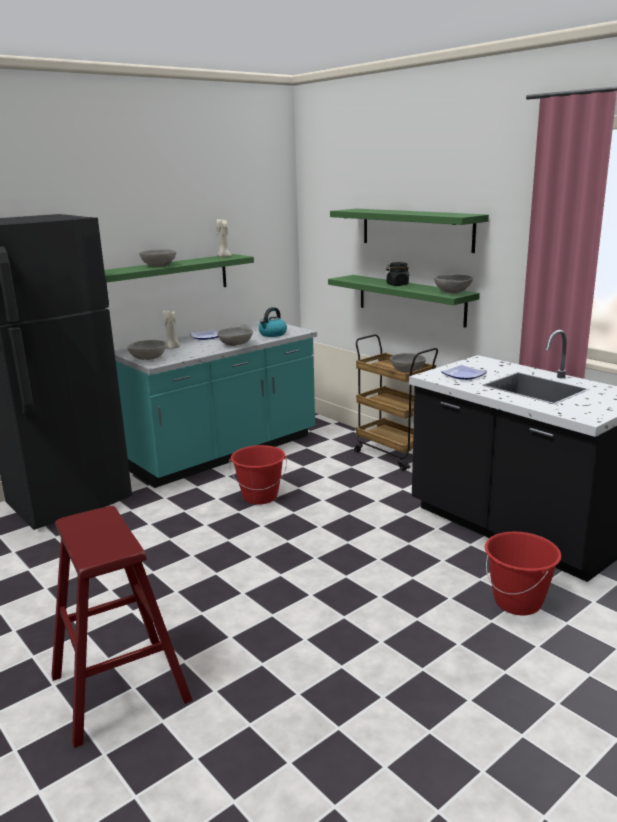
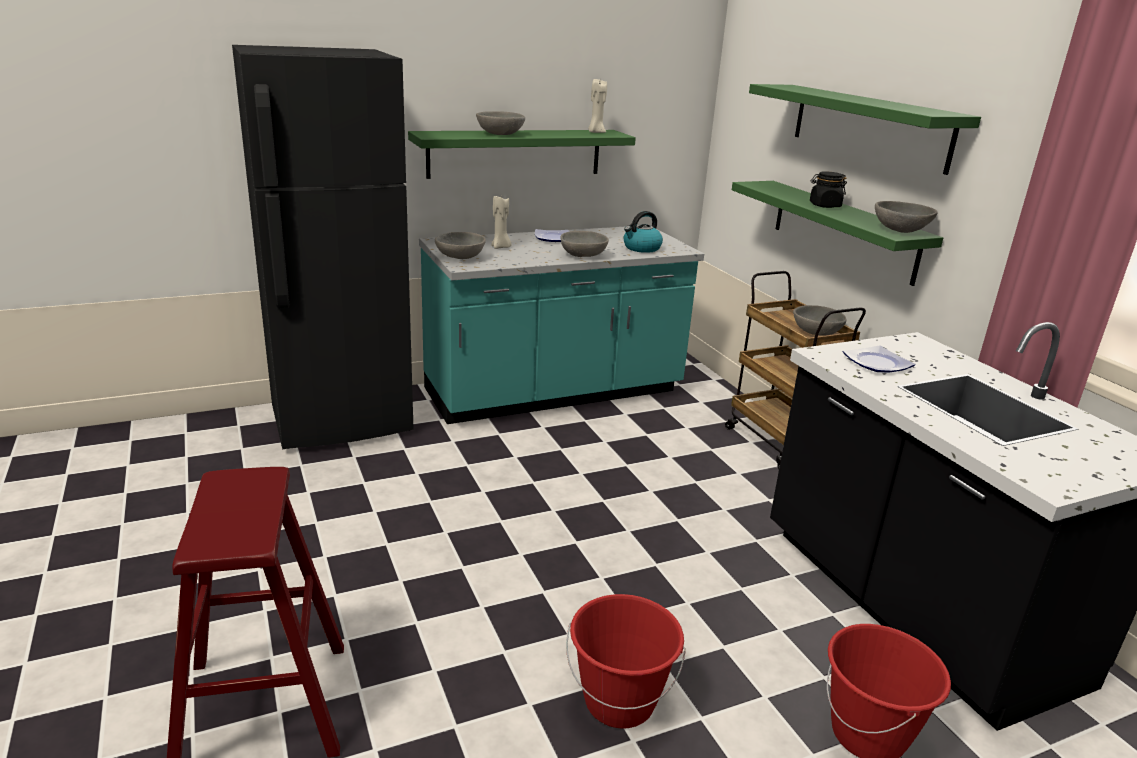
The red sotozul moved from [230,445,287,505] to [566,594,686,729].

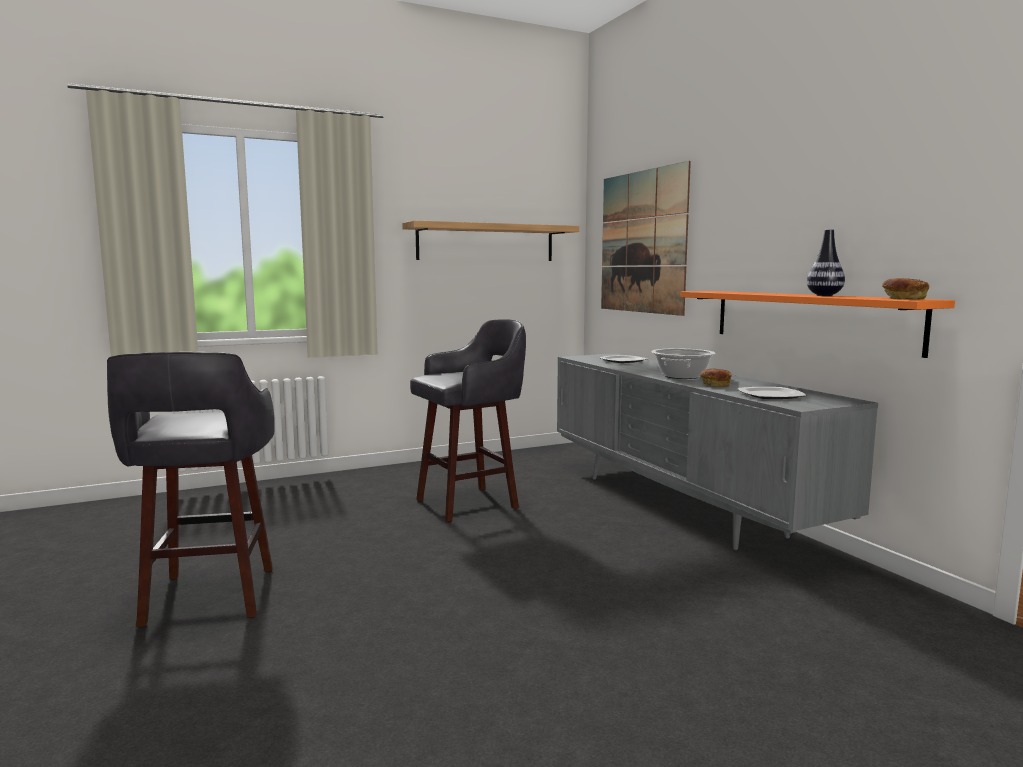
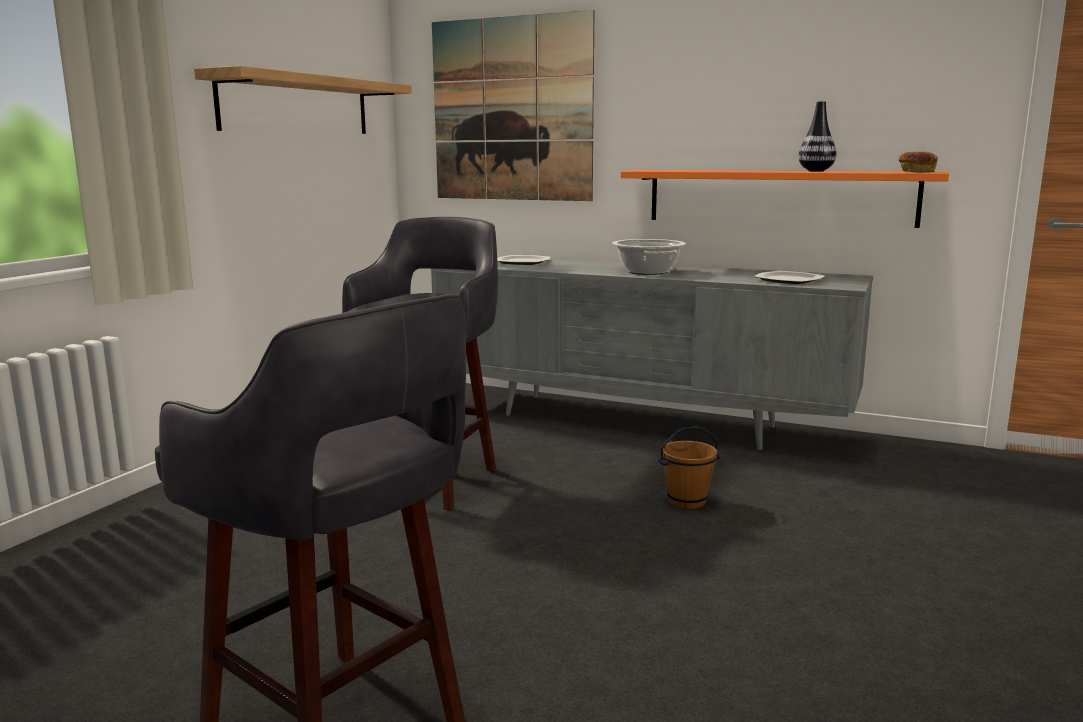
The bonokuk at [700,368,732,387] disappeared. The brown sotozul at [658,426,720,509] appeared.

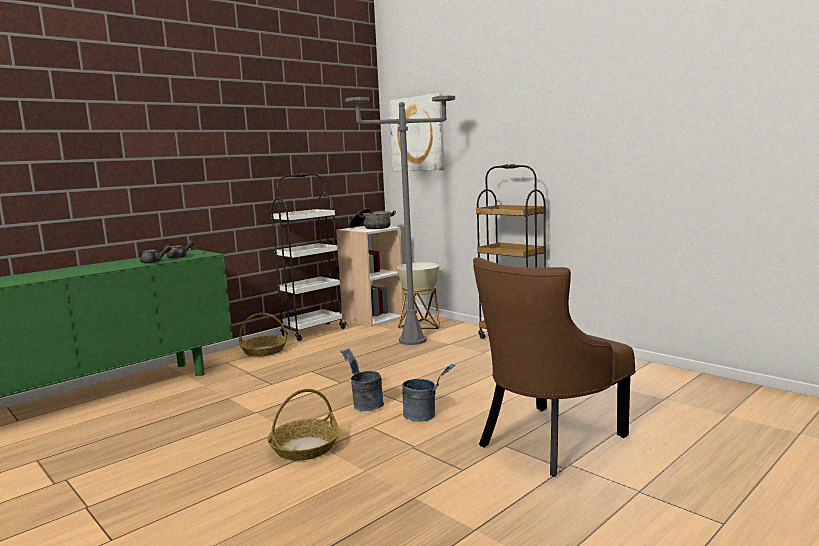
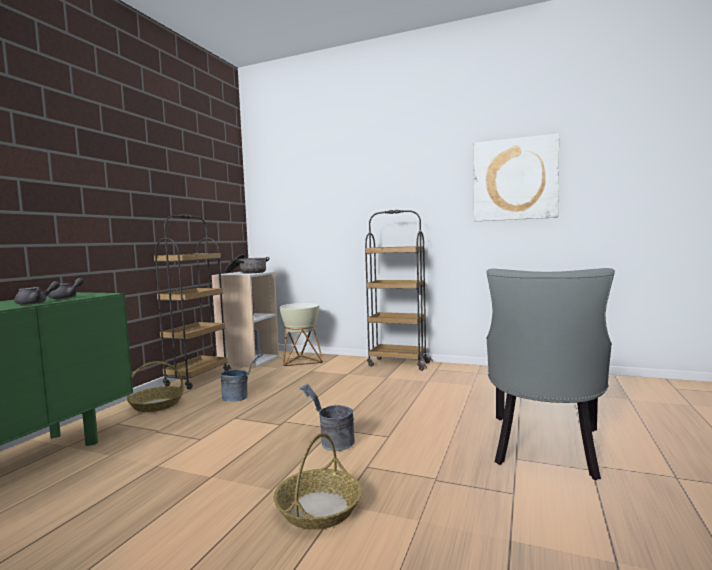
The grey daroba at [345,96,455,345] disappeared. The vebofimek moved from [389,93,445,172] to [474,133,559,221]. The grey sotozul moved from [402,364,455,422] to [221,354,263,402]. The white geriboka at [271,173,348,341] became the brown geriboka at [154,214,231,390]. The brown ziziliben at [473,258,636,477] became the grey ziziliben at [486,268,615,480].

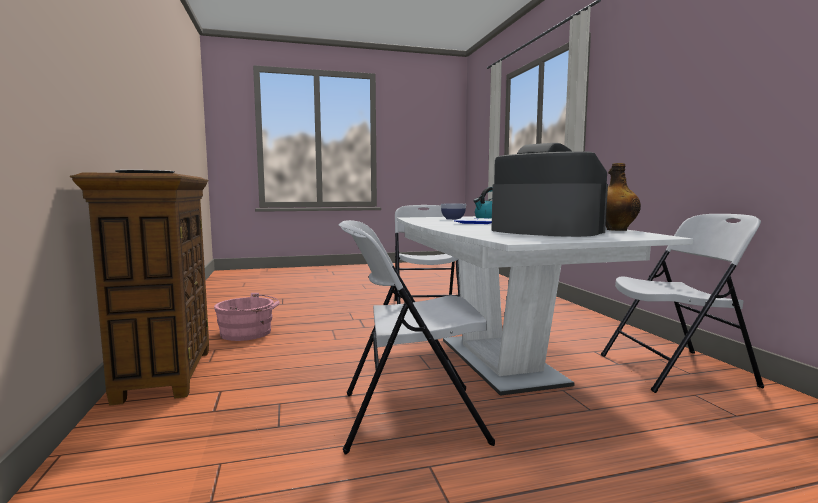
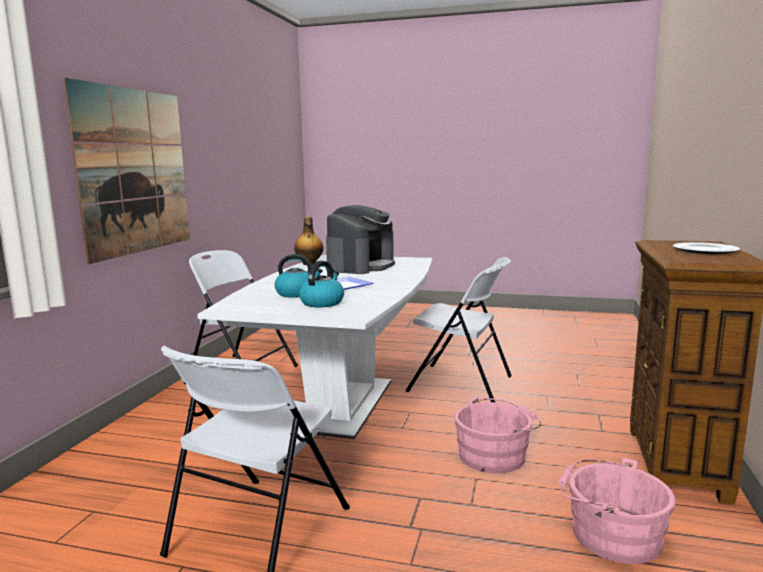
The vebofimek at [63,78,190,264] appeared. The pink sotozul at [454,397,542,473] appeared. The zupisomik at [441,203,466,220] was replaced by the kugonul at [299,261,344,307]. The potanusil at [491,143,608,237] turned 135 degrees counterclockwise.

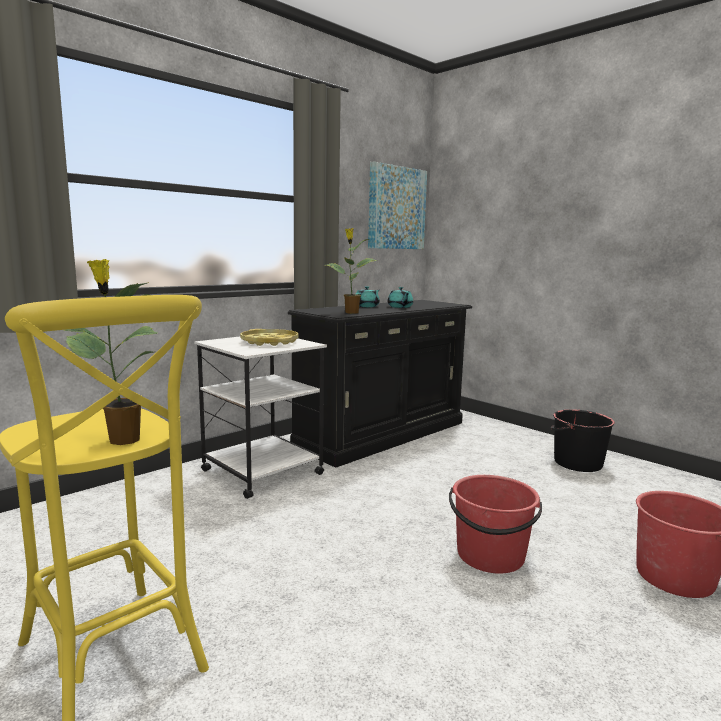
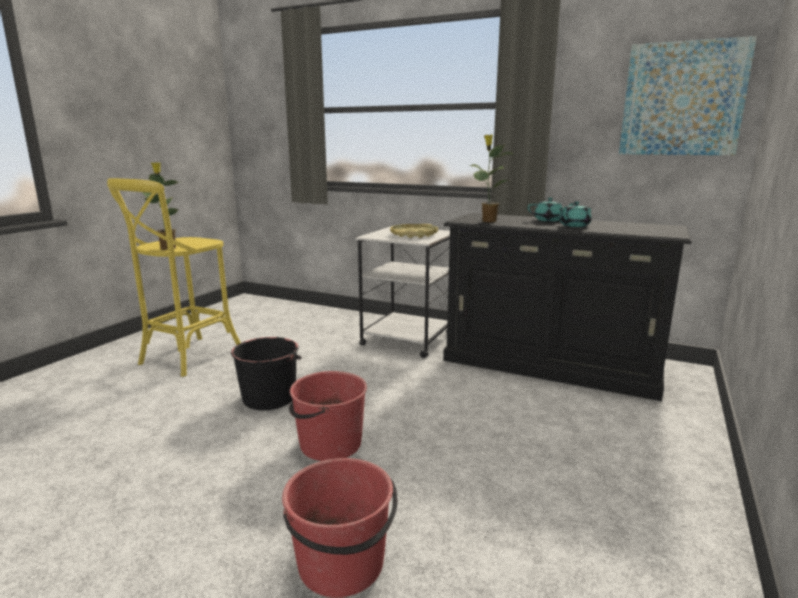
The black sotozul moved from [551,409,615,472] to [231,337,302,410].

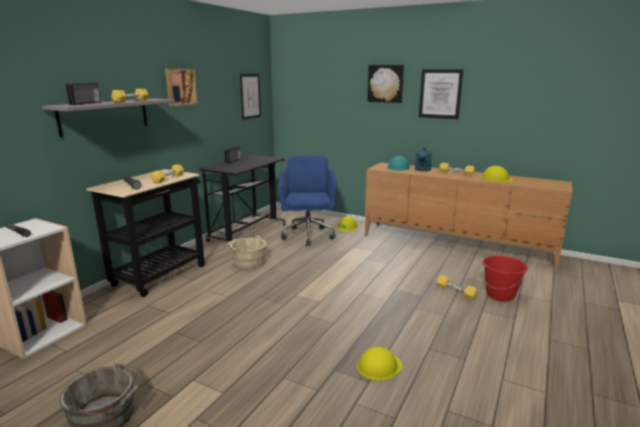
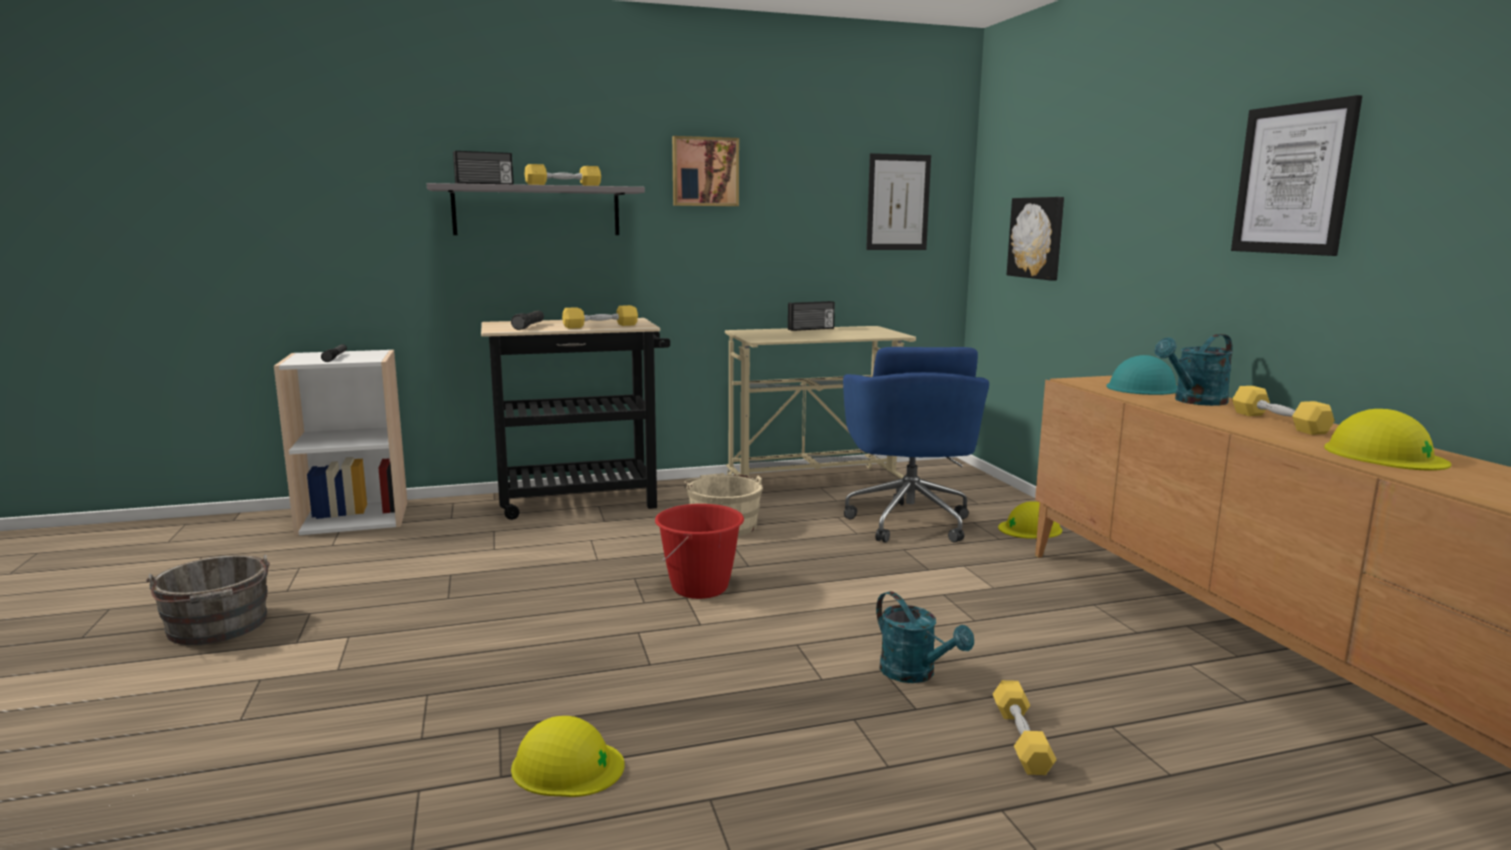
The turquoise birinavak at [876,591,974,683] appeared. The vebofimek moved from [367,65,404,103] to [1007,197,1064,281]. The red sotozul moved from [481,256,528,302] to [655,504,744,599]. The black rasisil at [199,155,286,242] became the beige rasisil at [725,326,916,489]. The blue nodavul at [278,156,337,246] turned 135 degrees clockwise.

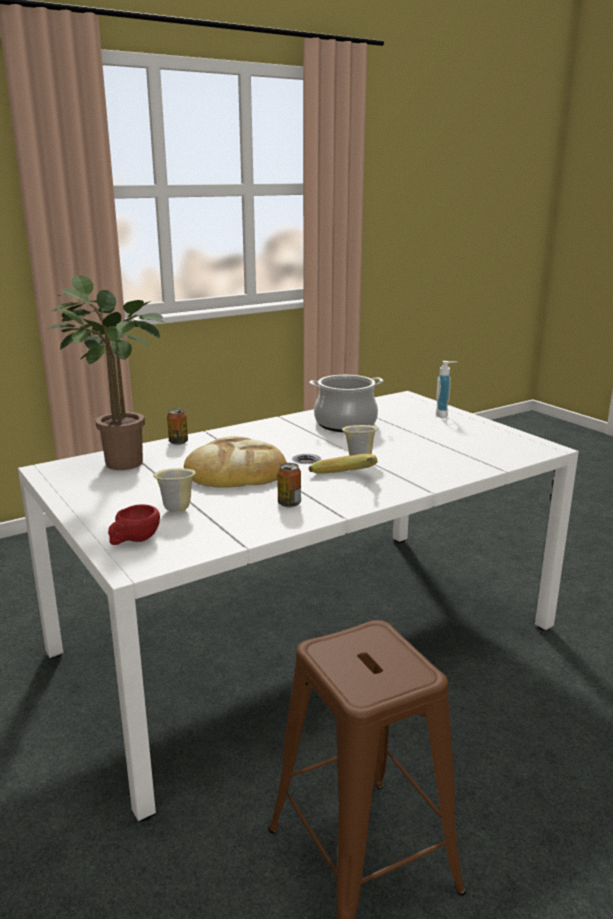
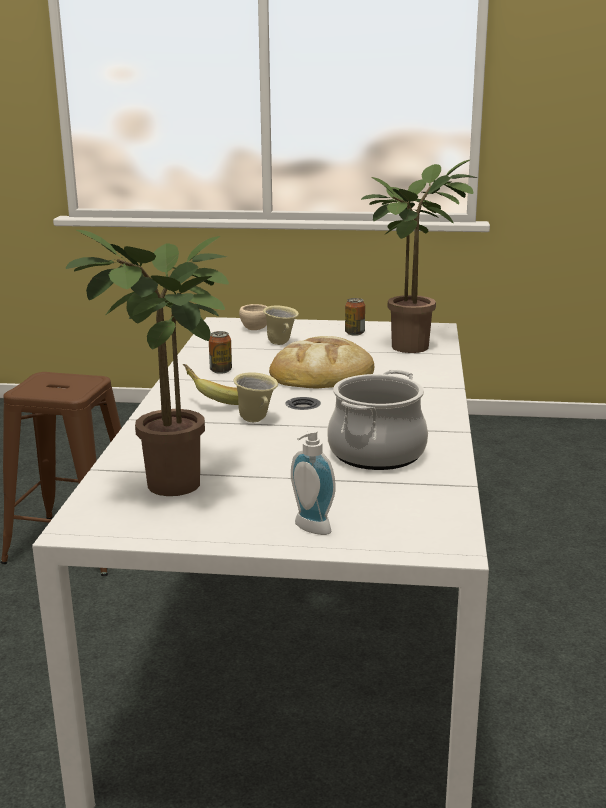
The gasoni at [66,230,229,496] appeared. The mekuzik moved from [167,409,188,445] to [345,298,365,336]. The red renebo at [108,504,160,545] became the beige renebo at [239,304,267,330].

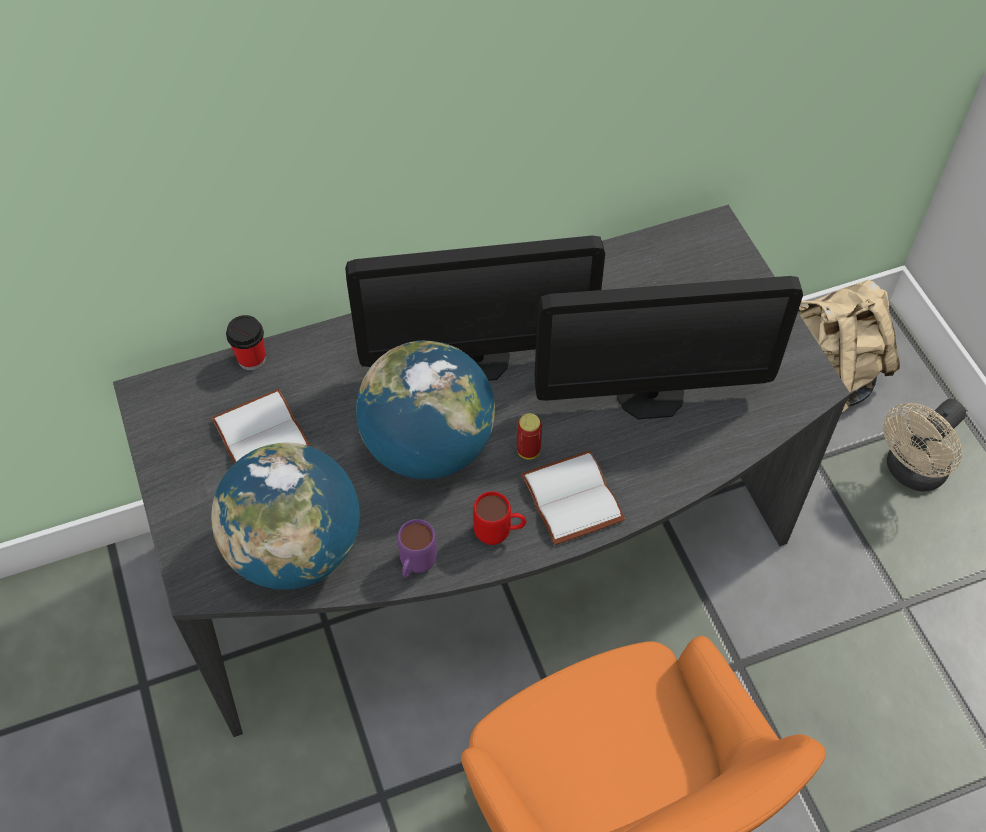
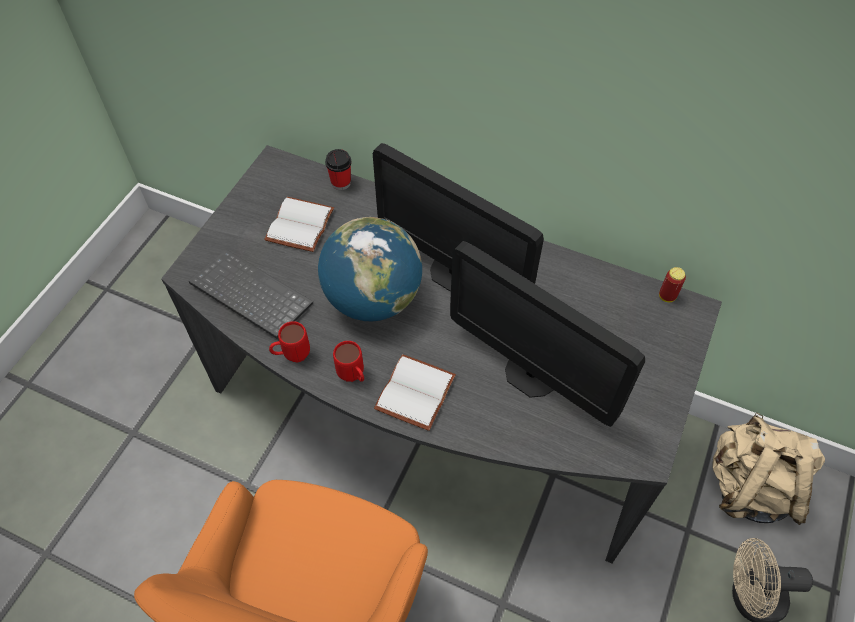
The mekuzik moved from [517,413,542,459] to [659,267,686,302]. The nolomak at [211,443,360,590] was replaced by the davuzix at [189,250,313,339]. The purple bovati at [397,519,437,578] became the red bovati at [269,321,310,362].

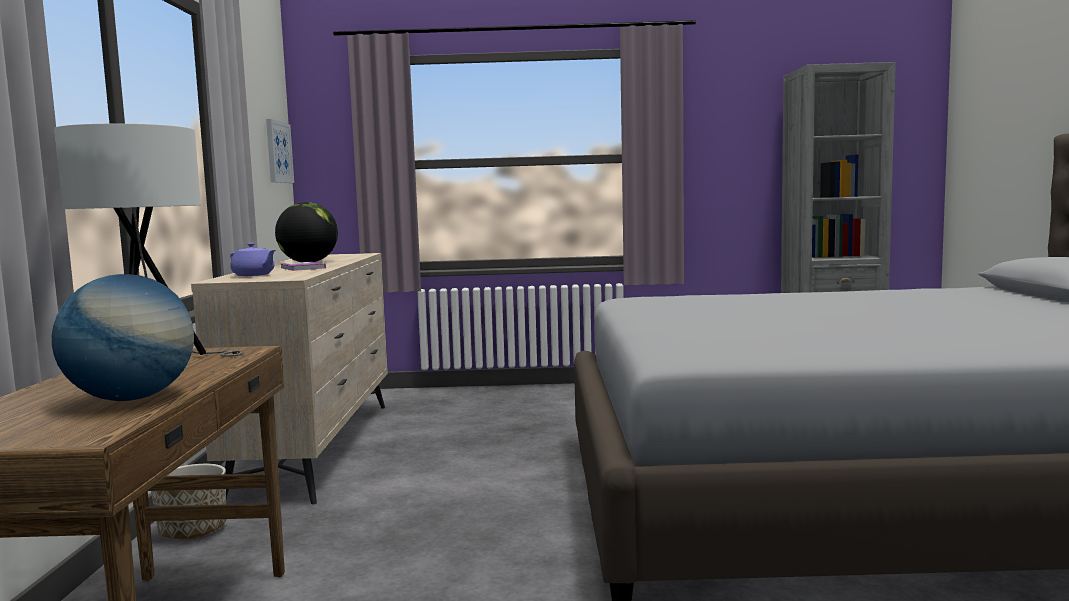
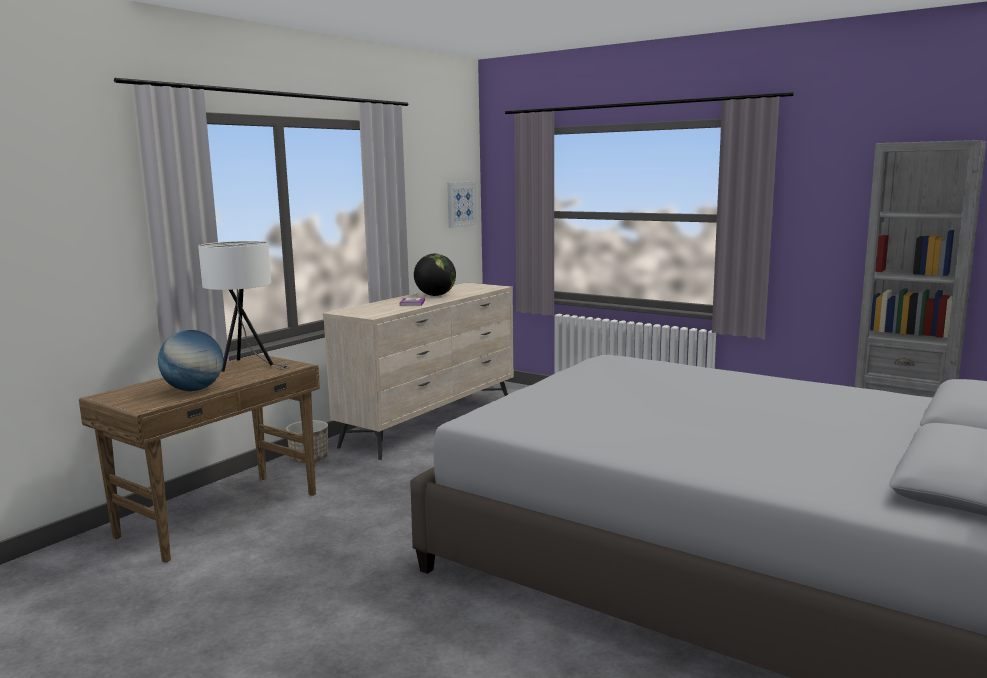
The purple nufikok at [230,243,276,276] disappeared.

